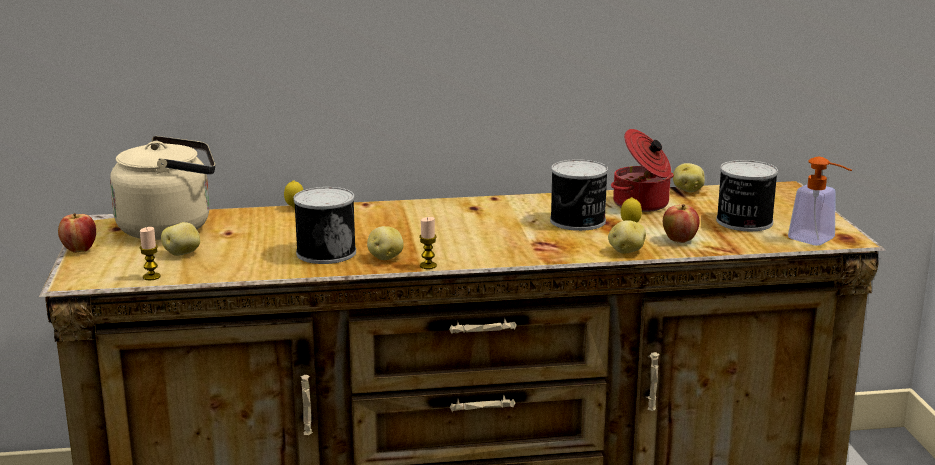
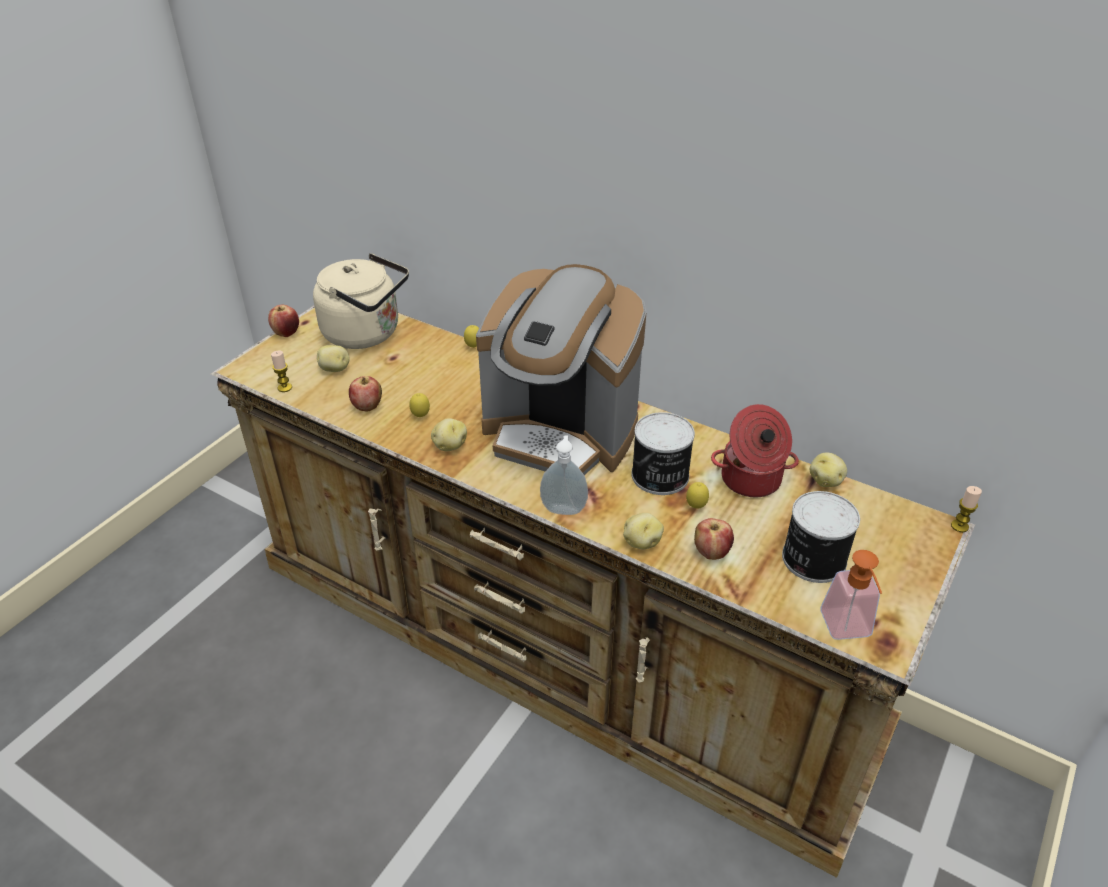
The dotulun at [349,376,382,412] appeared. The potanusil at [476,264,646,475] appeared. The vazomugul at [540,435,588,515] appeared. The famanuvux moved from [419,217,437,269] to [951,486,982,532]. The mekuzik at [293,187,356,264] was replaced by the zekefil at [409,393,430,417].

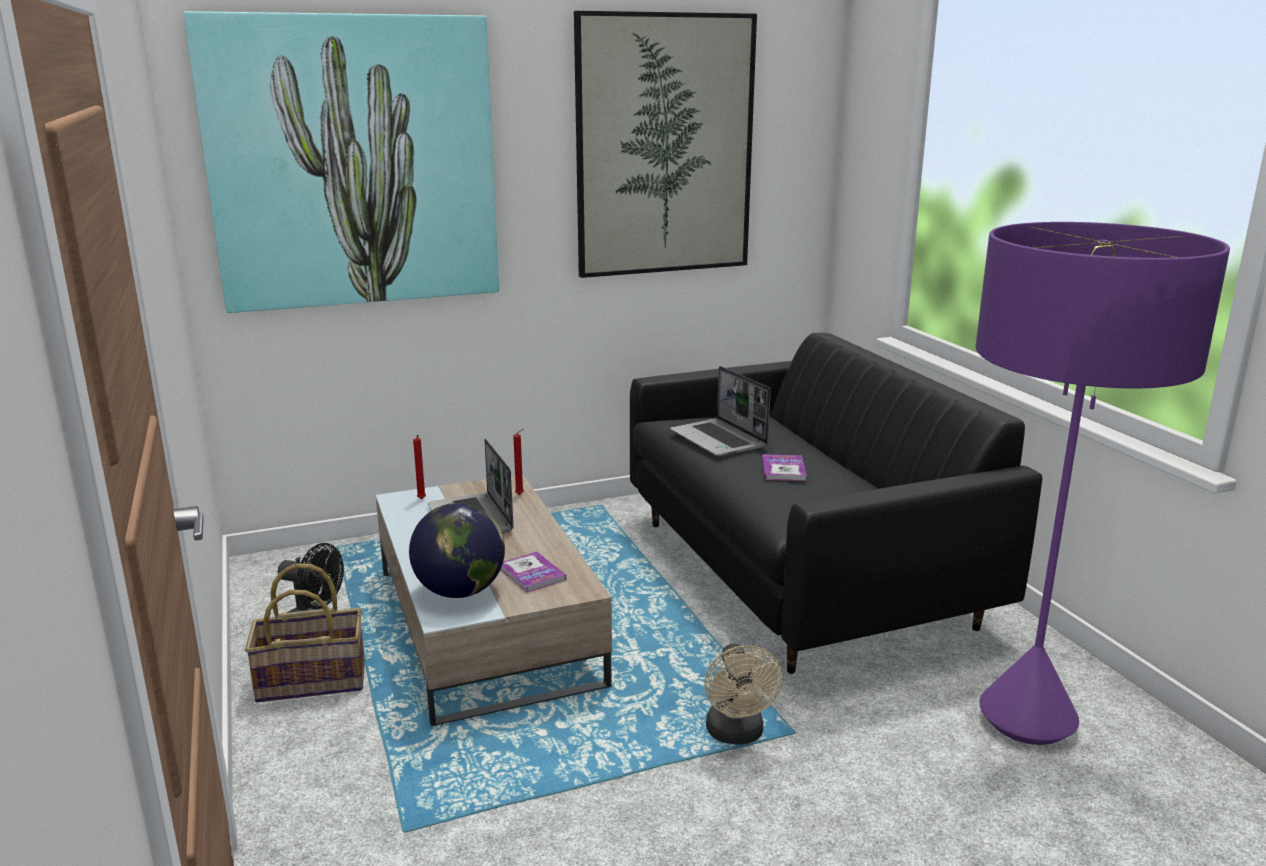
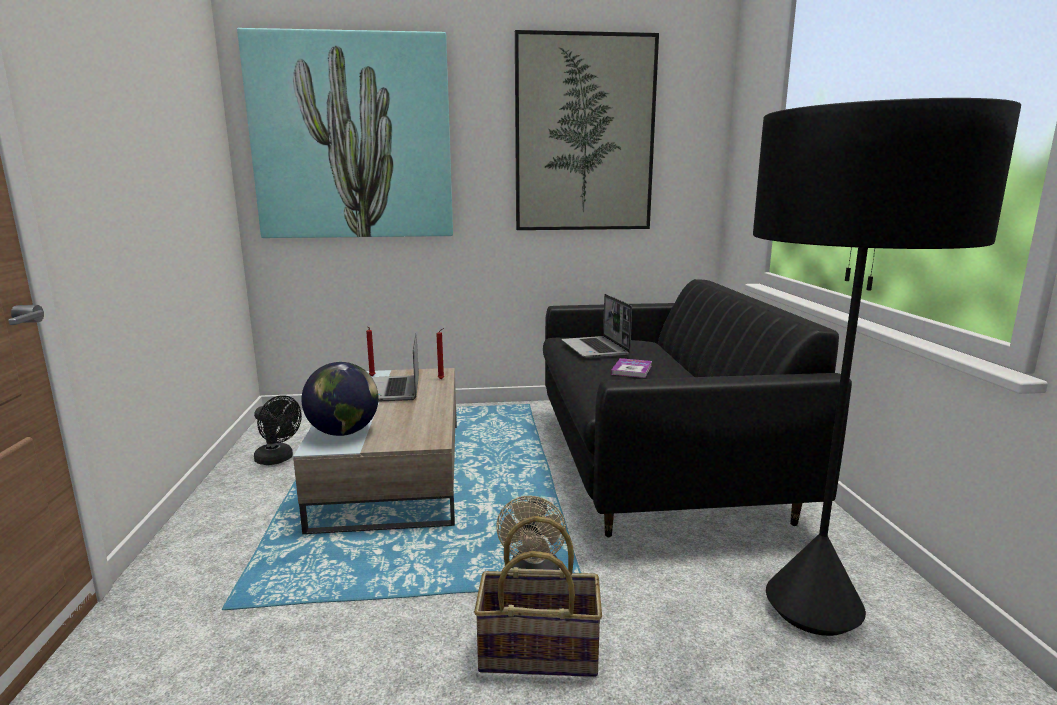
The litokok at [501,552,566,593] disappeared. The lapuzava moved from [245,563,365,702] to [474,516,602,677]. The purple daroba at [976,222,1230,745] became the black daroba at [753,98,1021,636].

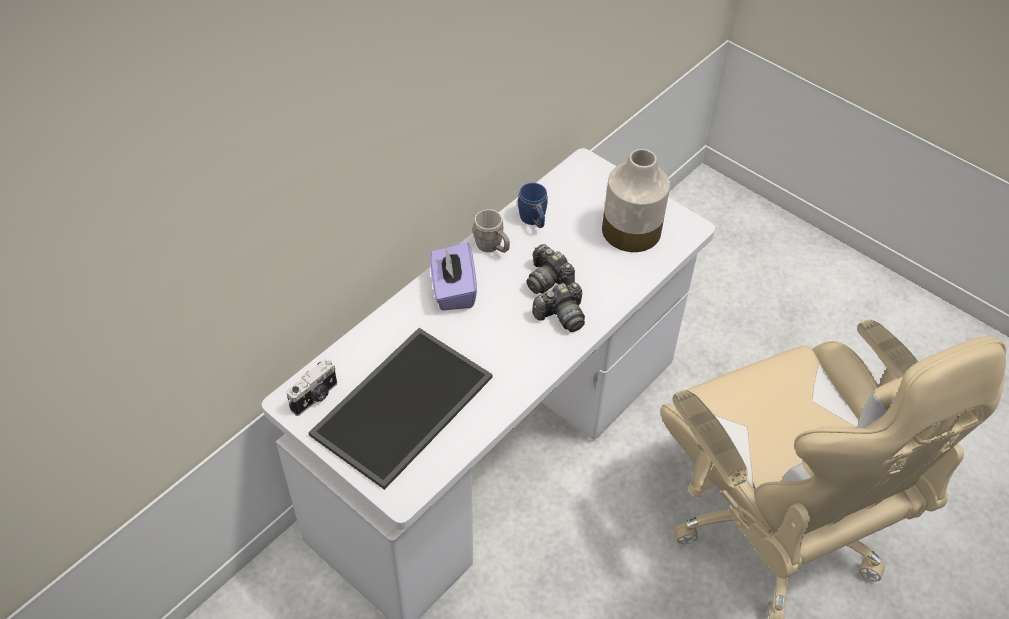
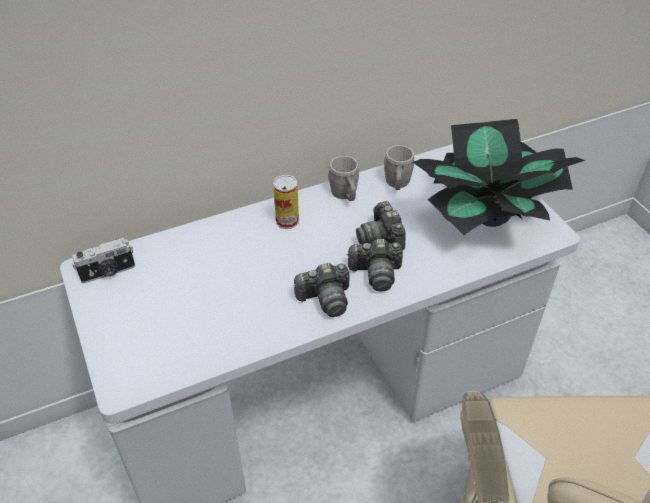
The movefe at [309,328,492,490] disappeared. The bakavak at [293,263,350,317] appeared. The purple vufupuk at [430,242,477,310] was replaced by the mekuzik at [273,175,299,229]. The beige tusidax at [602,149,670,252] was replaced by the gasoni at [413,119,585,236]. The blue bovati at [517,183,548,228] became the grey bovati at [384,145,414,190].

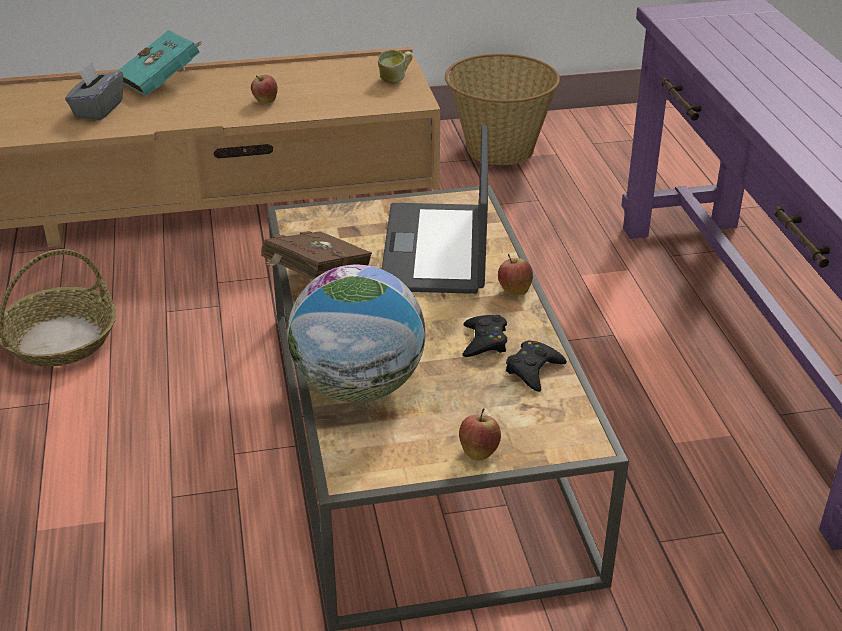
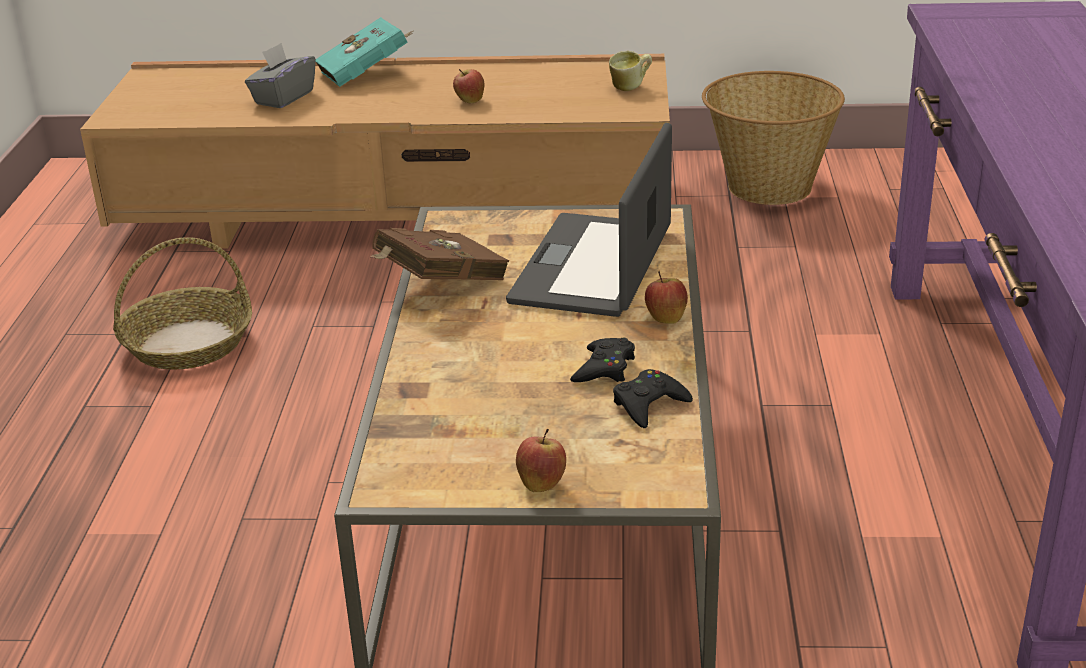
The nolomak at [287,265,425,402] disappeared.

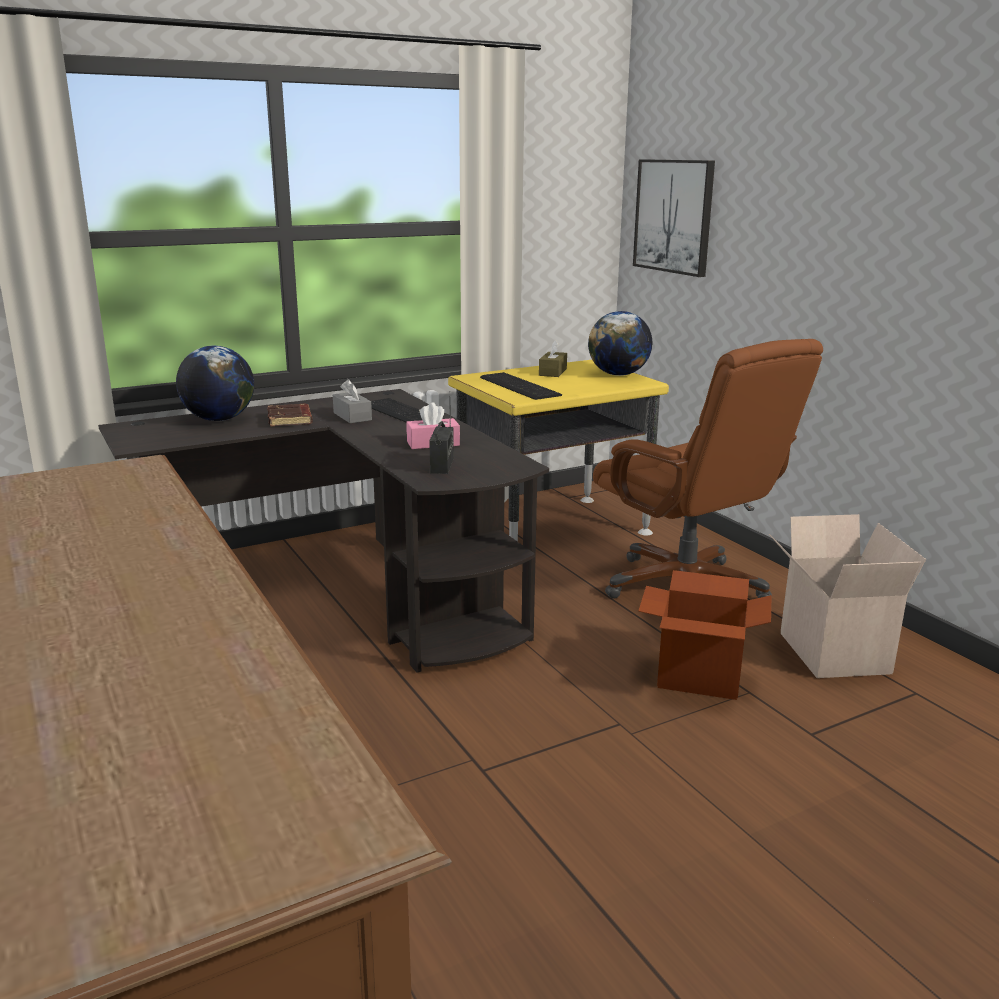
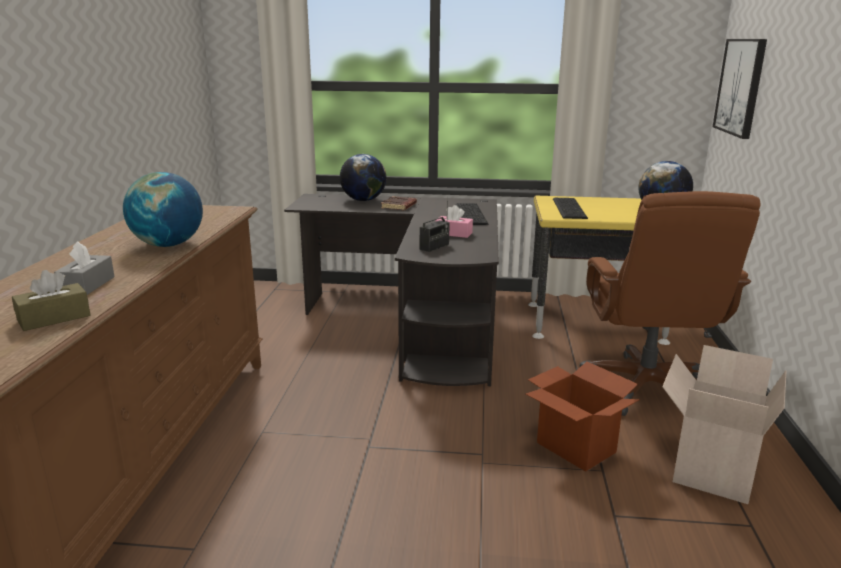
The nolomak at [123,172,203,247] appeared. The grey vufupuk moved from [333,379,372,423] to [54,241,115,295]. The brown vufupuk moved from [539,340,567,377] to [12,270,91,331].

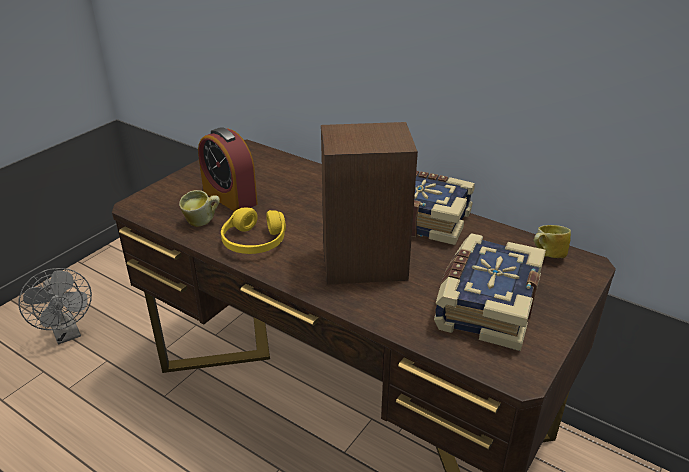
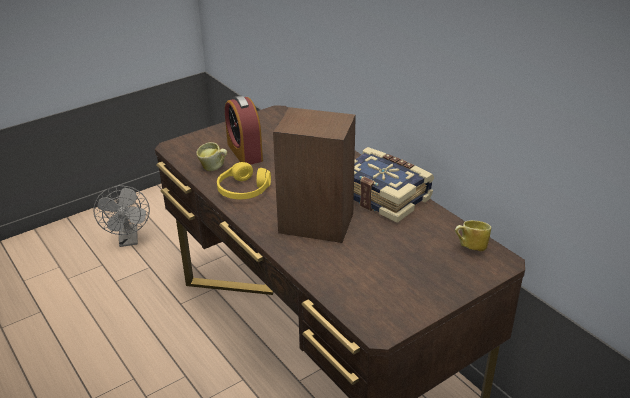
The litokok at [434,233,546,351] disappeared.

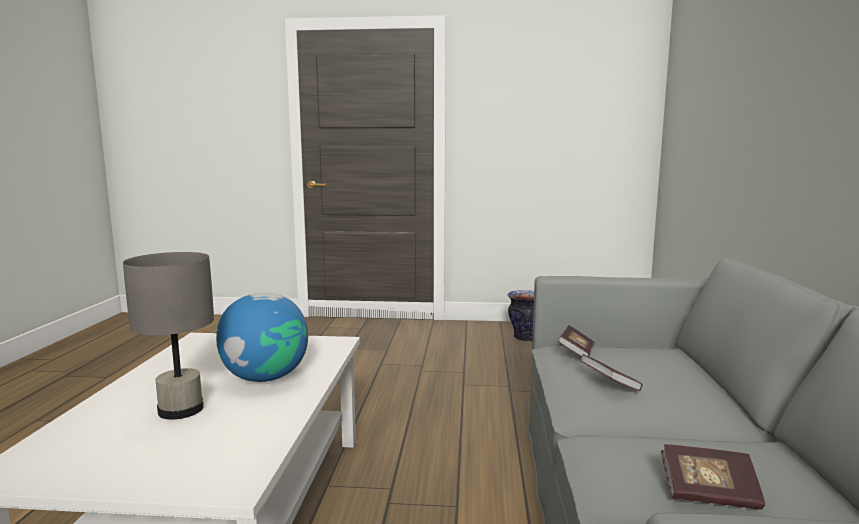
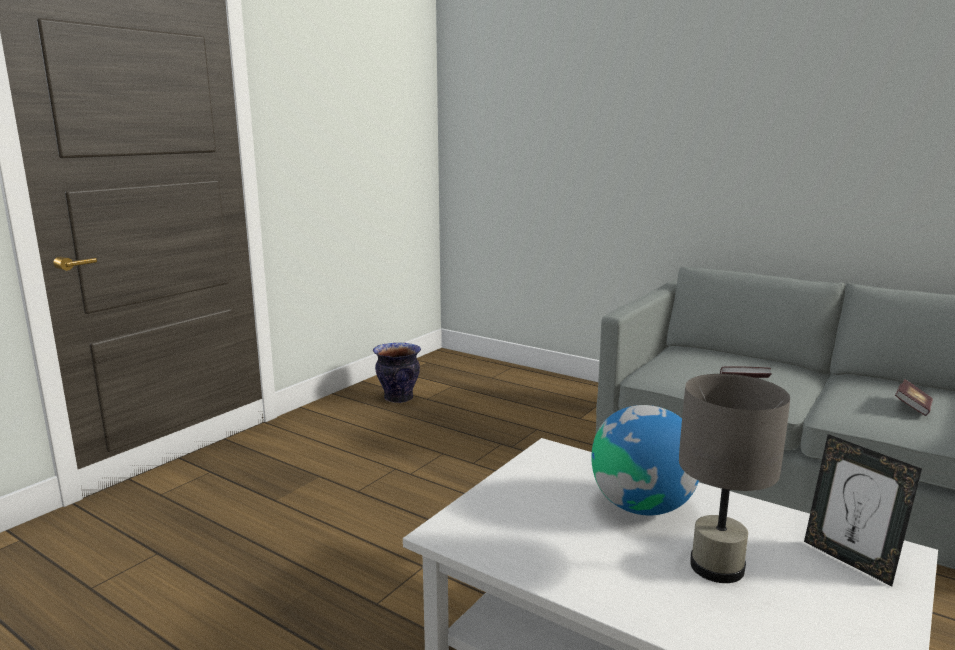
The litokok at [558,325,595,357] disappeared. The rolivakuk at [804,434,922,586] appeared.

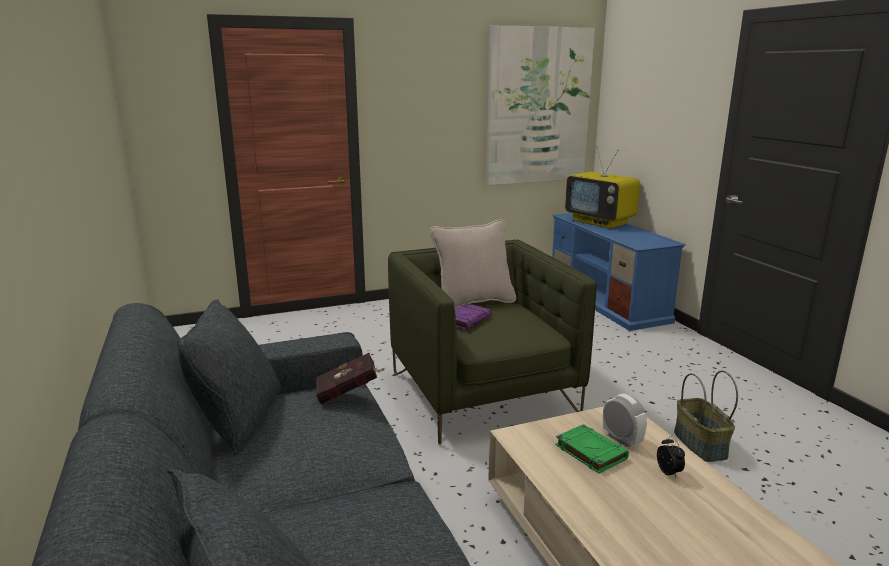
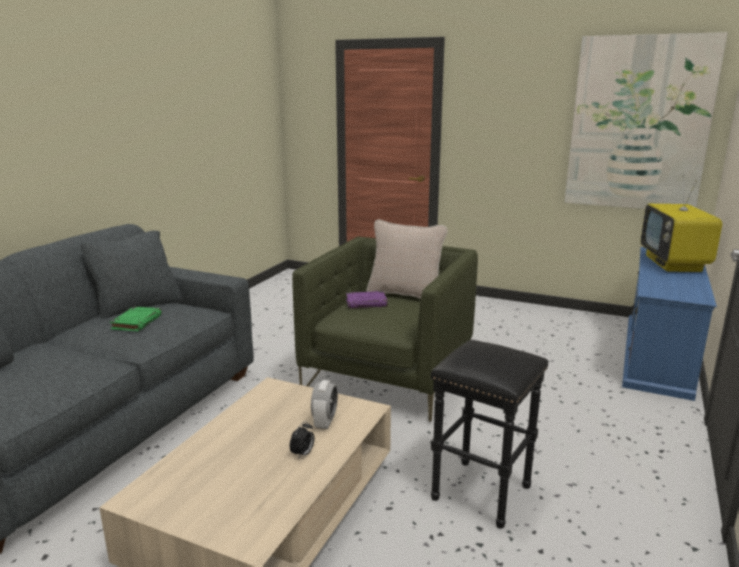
The red litokok at [316,353,385,404] disappeared. The green litokok moved from [555,424,629,473] to [110,306,162,331]. The lapuzava at [674,370,738,462] was replaced by the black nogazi at [431,340,548,529].

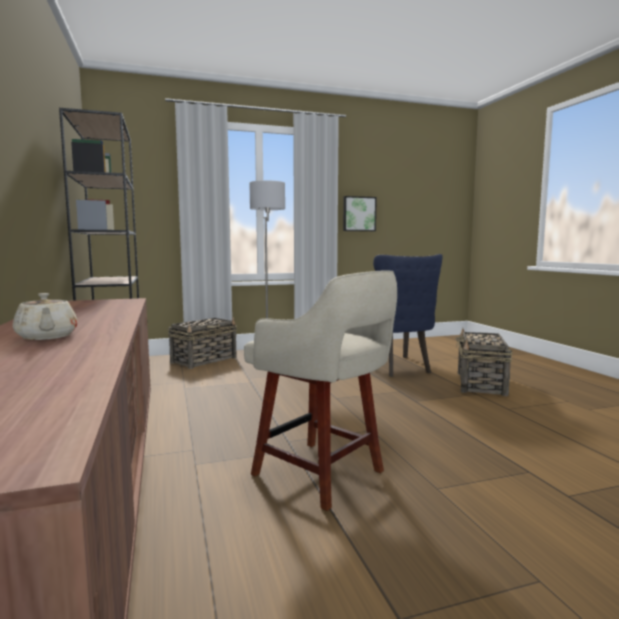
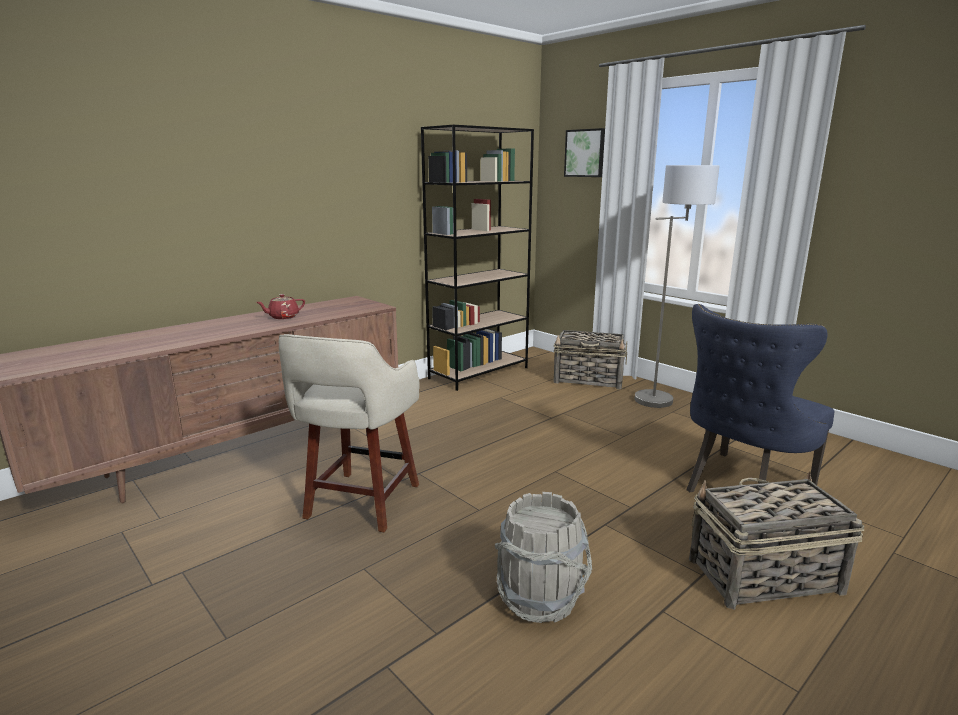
The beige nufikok at [13,293,78,340] disappeared. The red nufikok at [256,294,305,319] appeared. The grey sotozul at [494,492,592,623] appeared. The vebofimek moved from [343,196,377,231] to [564,128,605,177].

